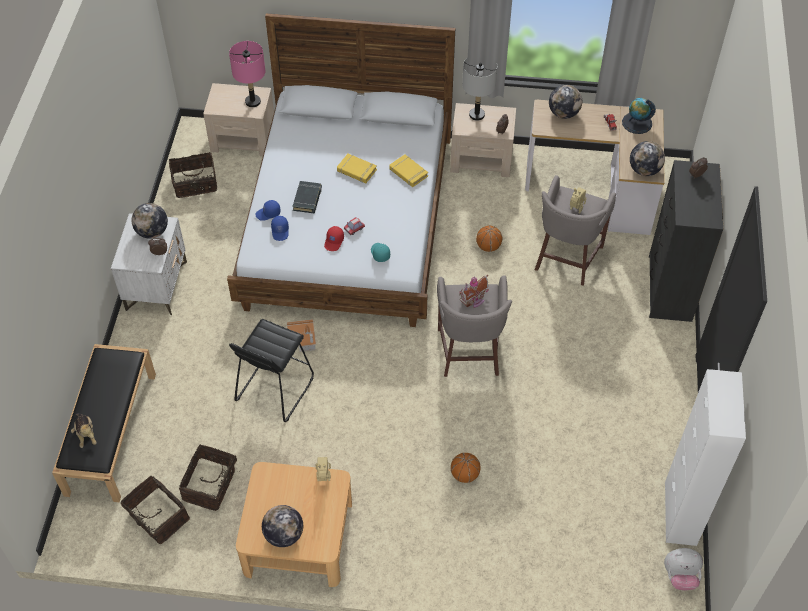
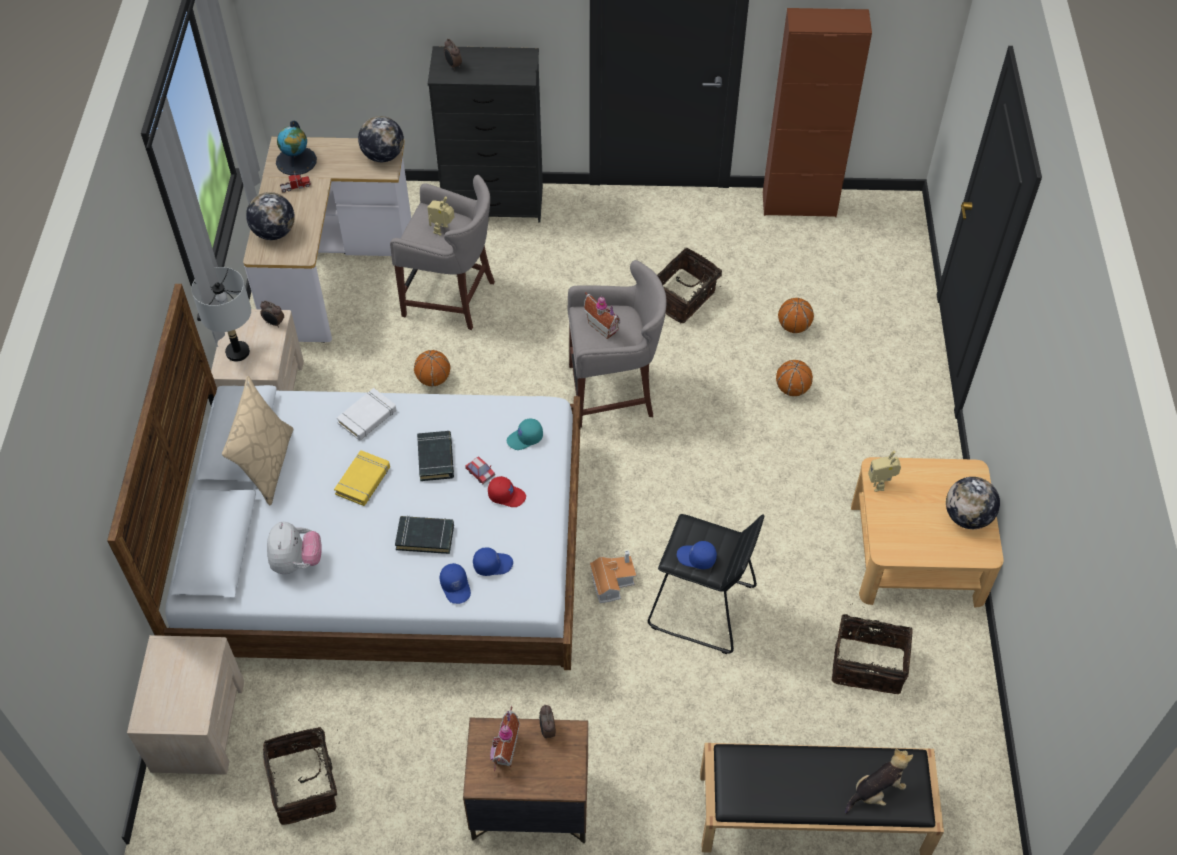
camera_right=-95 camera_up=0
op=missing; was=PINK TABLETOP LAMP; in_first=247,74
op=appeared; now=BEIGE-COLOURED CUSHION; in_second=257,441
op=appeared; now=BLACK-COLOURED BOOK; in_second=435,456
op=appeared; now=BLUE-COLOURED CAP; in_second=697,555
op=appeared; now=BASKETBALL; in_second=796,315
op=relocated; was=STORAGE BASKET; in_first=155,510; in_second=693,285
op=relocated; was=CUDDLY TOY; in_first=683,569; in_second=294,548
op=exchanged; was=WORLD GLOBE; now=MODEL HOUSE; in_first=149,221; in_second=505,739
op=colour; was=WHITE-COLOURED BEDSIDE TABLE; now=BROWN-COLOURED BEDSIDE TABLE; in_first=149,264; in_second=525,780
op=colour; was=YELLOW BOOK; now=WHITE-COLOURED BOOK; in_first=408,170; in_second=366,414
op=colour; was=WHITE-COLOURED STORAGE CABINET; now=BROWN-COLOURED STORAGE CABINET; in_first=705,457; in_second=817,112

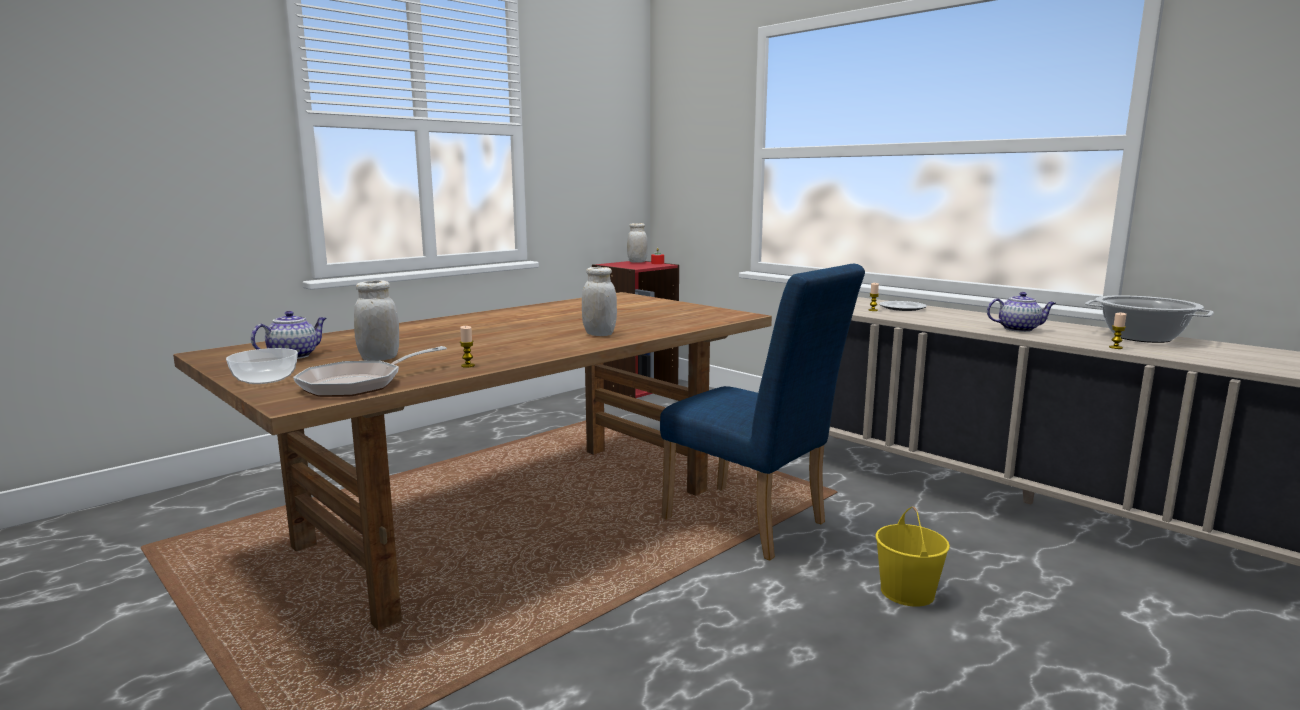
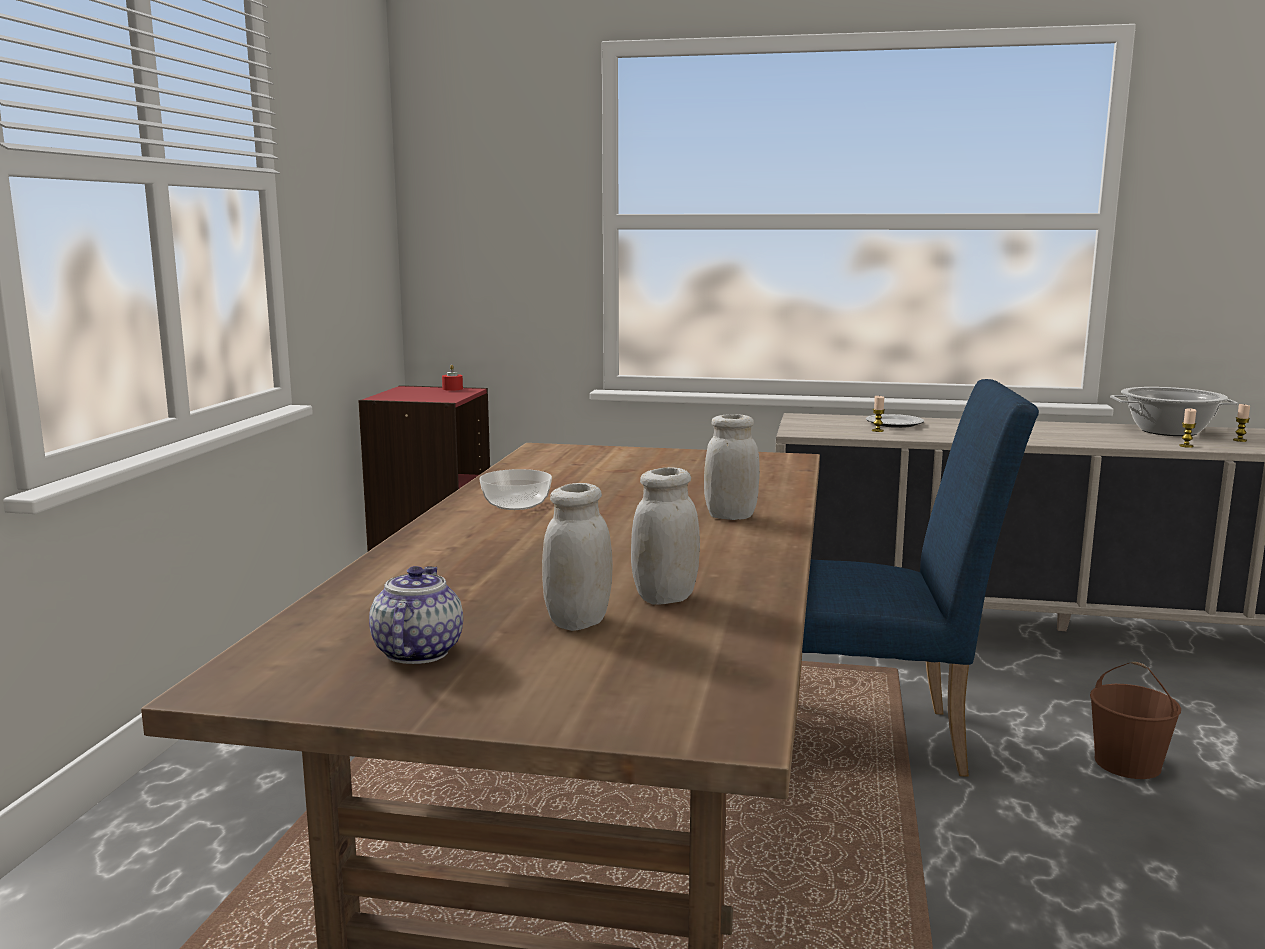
camera_right=-35 camera_up=0
op=missing; was=PAN; in_first=370,371
op=missing; was=TEAPOT; in_first=1021,312
op=relocated; was=DEEP DISH; in_first=262,366; in_second=515,489
op=relocated; was=WAX LIGHT; in_first=467,347; in_second=1241,423
op=relocated; was=WHITE-COLOURED PRESERVE JAR; in_first=637,243; in_second=665,536
op=colour; was=YELLOW BUCKET; now=BROWN-COLOURED BUCKET; in_first=912,556; in_second=1135,720

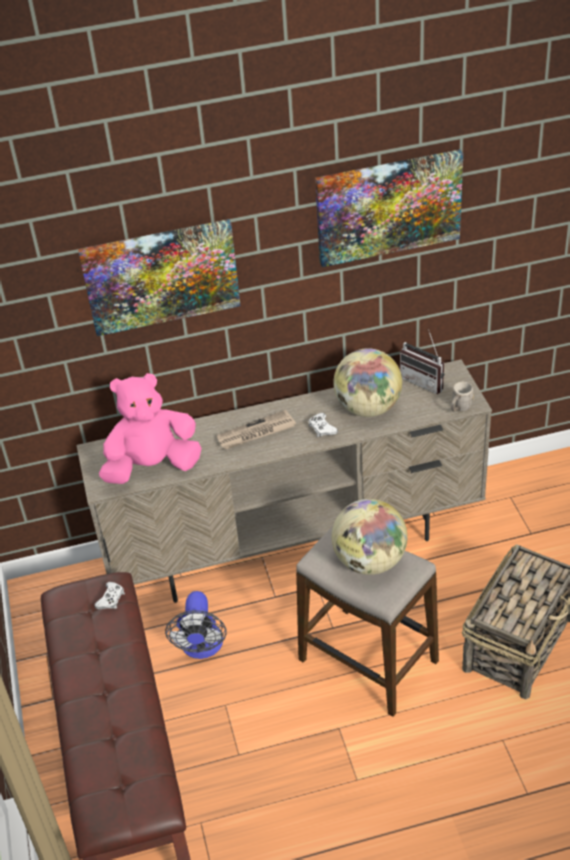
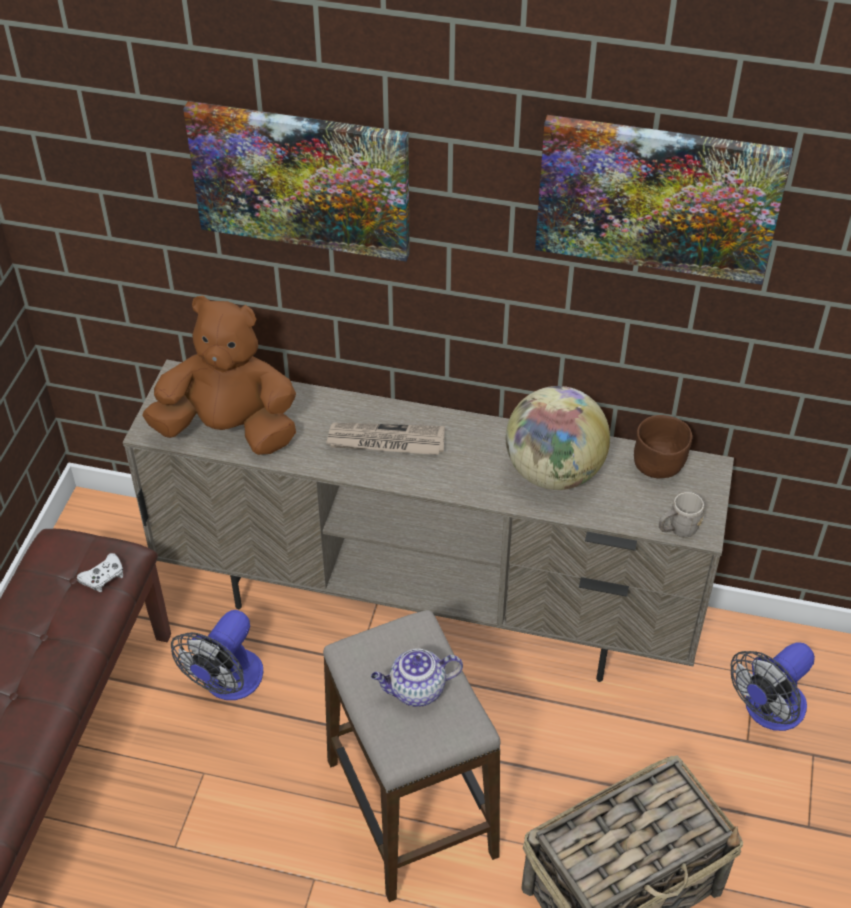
camera_right=25 camera_up=5
op=missing; was=WHITE-COLOURED JOYPAD; in_first=323,425
op=appeared; now=ELECTRIC FAN; in_second=773,686
op=exchanged; was=WORLD GLOBE; now=TEAPOT; in_first=370,537; in_second=417,678
op=exchanged; was=RADIO RECEIVER; now=BROWN-COLOURED DEEP DISH; in_first=422,362; in_second=663,446
op=colour; was=PINK CUDDLY TOY; now=BROWN-COLOURED CUDDLY TOY; in_first=150,428; in_second=219,375

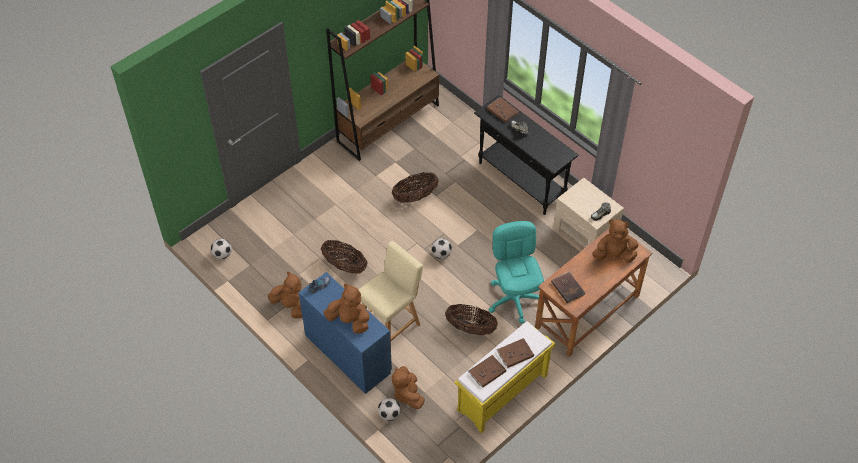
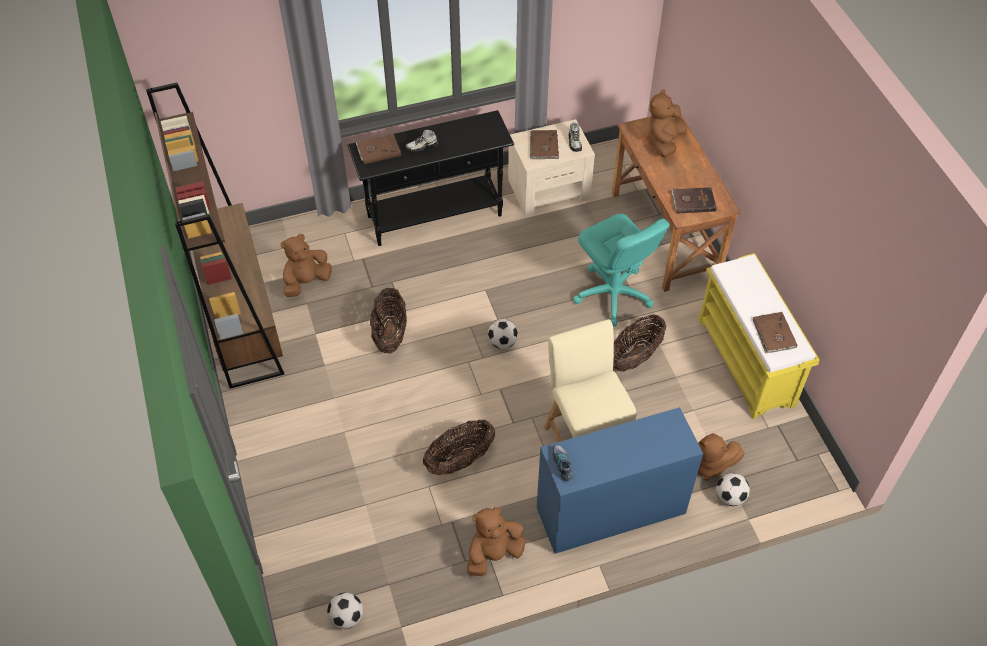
camera_right=-65 camera_up=0
op=relocated; was=BROWN-COLOURED CUDDLY TOY; in_first=346,309; in_second=306,265
op=relocated; was=BROWN-COLOURED BOOK; in_first=515,353; in_second=544,144
op=spun; was=TURQUOISE-COLOURED OFFICE CHAIR; in_first=516,272; in_second=621,270; clockwise=-135

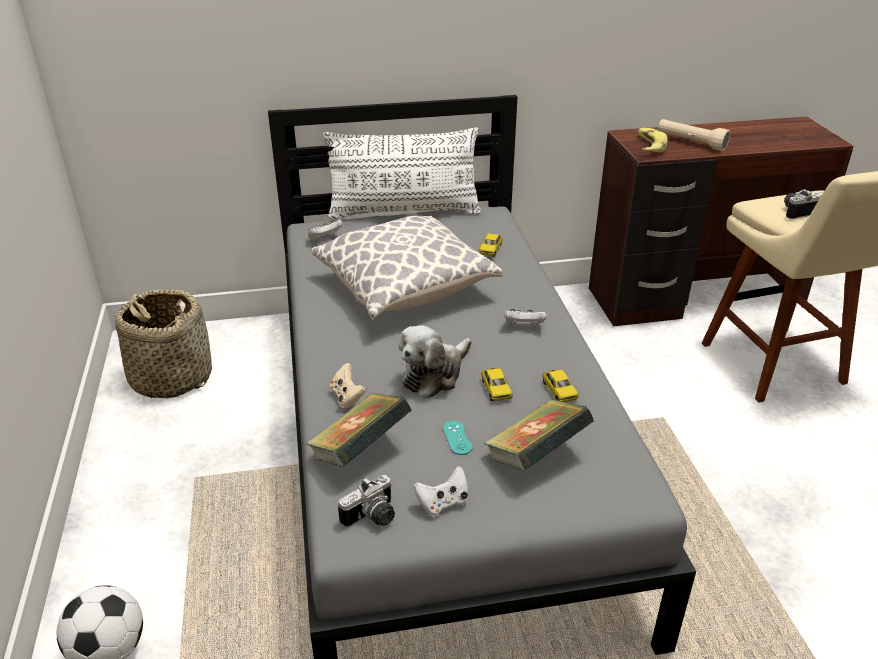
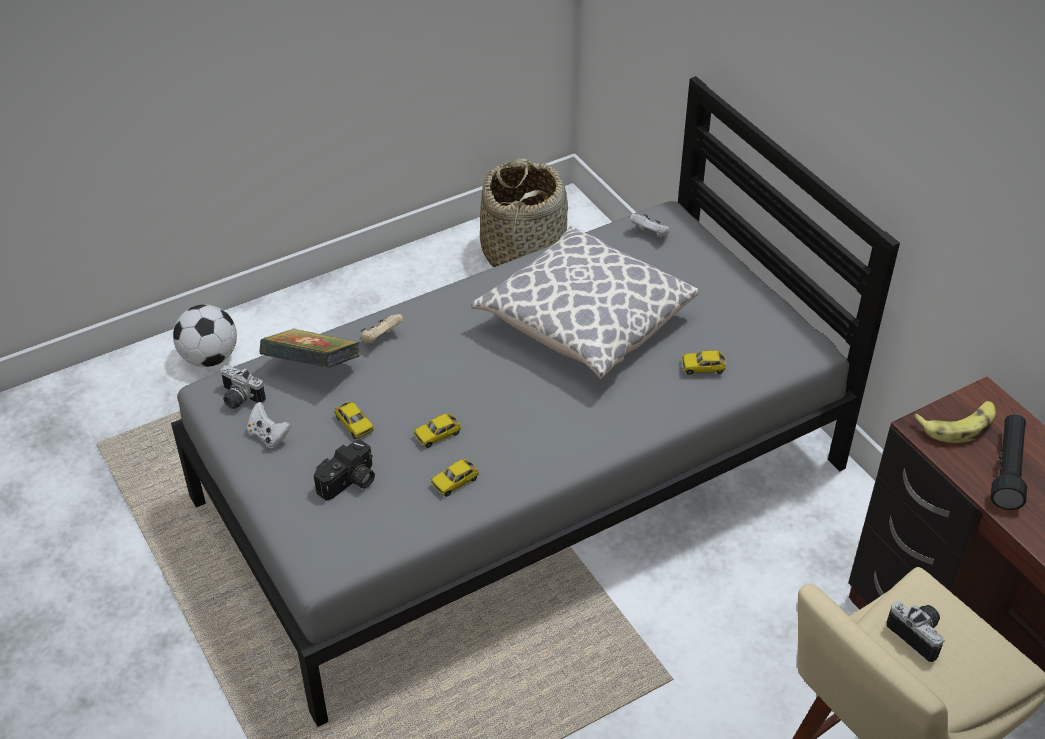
camera_right=70 camera_up=10
op=missing; was=WHITE-COLOURED CUSHION; in_first=402,174
op=missing; was=CUDDLY TOY; in_first=434,361
op=missing; was=WHITE-COLOURED JOYPAD; in_first=525,317
op=exchanged; was=TURQUOISE-COLOURED JOYPAD; now=MINIATURE CAR; in_first=458,438; in_second=354,420
op=exchanged; was=BOOK; now=PHOTO CAMERA; in_first=539,435; in_second=344,470
op=colour; was=BEIGE-COLOURED TORCH; now=BLACK-COLOURED TORCH; in_first=694,135; in_second=1008,462

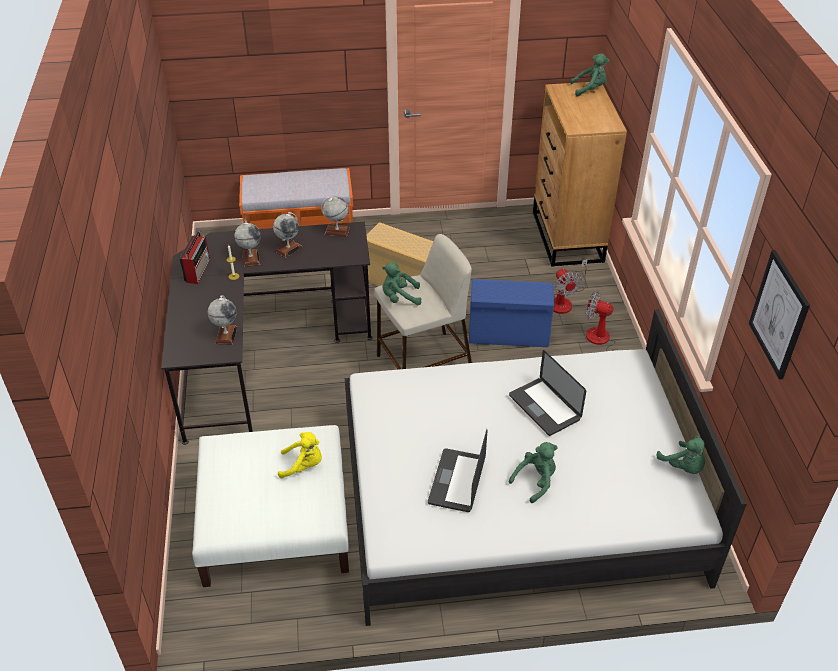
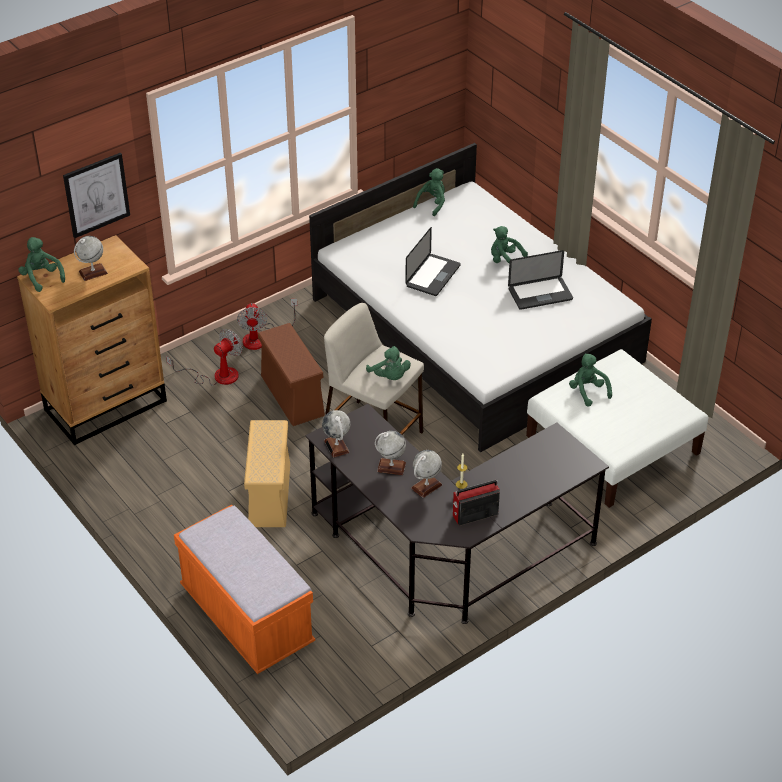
camera_right=-120 camera_up=0
op=relocated; was=WORLD GLOBE; in_first=222,320; in_second=91,258
op=relocated; was=WALL PICTURE; in_first=779,315; in_second=96,195
op=colour; was=YELLOW CUDDLY TOY; now=GREEN-COLOURED CUDDLY TOY; in_first=300,455; in_second=590,380
op=colour; was=BLUE-COLOURED STORAGE BIN; now=BROWN-COLOURED STORAGE BIN; in_first=511,313; in_second=291,374

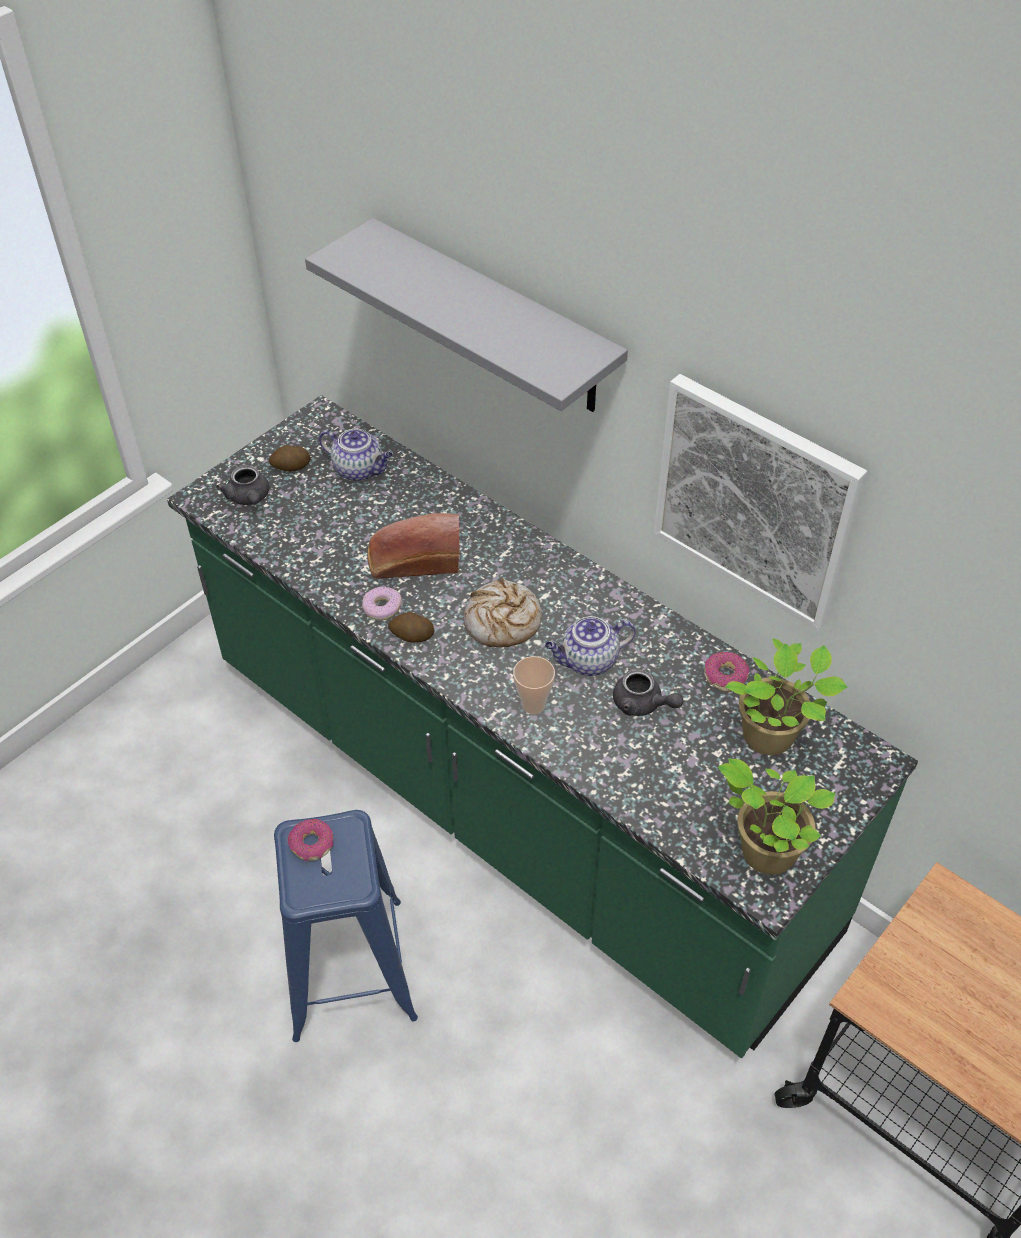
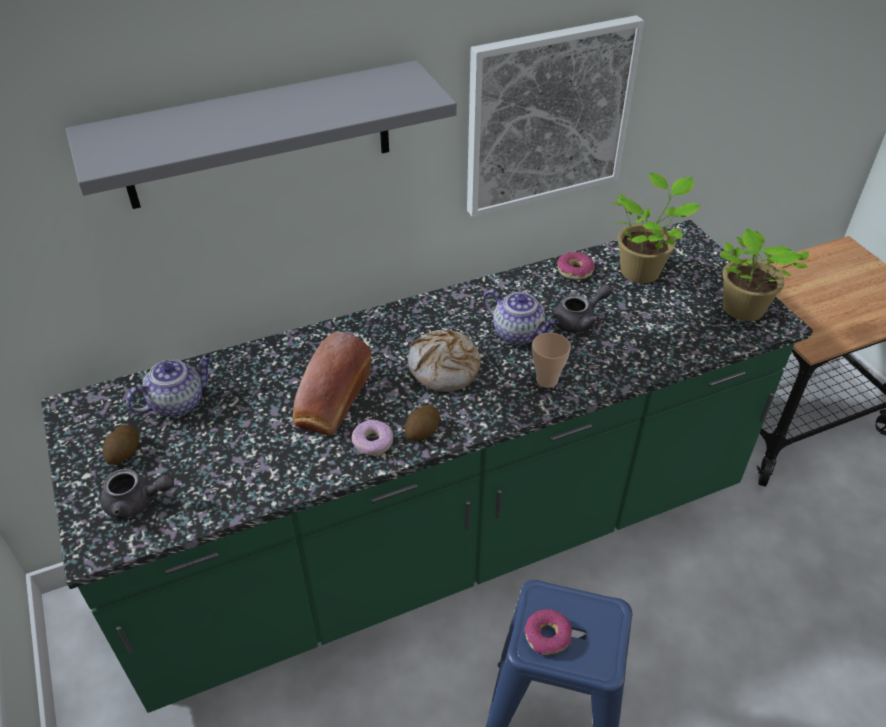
camera_right=-65 camera_up=-5
op=spun; was=TEAPOT; in_first=590,646; in_second=520,317; clockwise=-60

